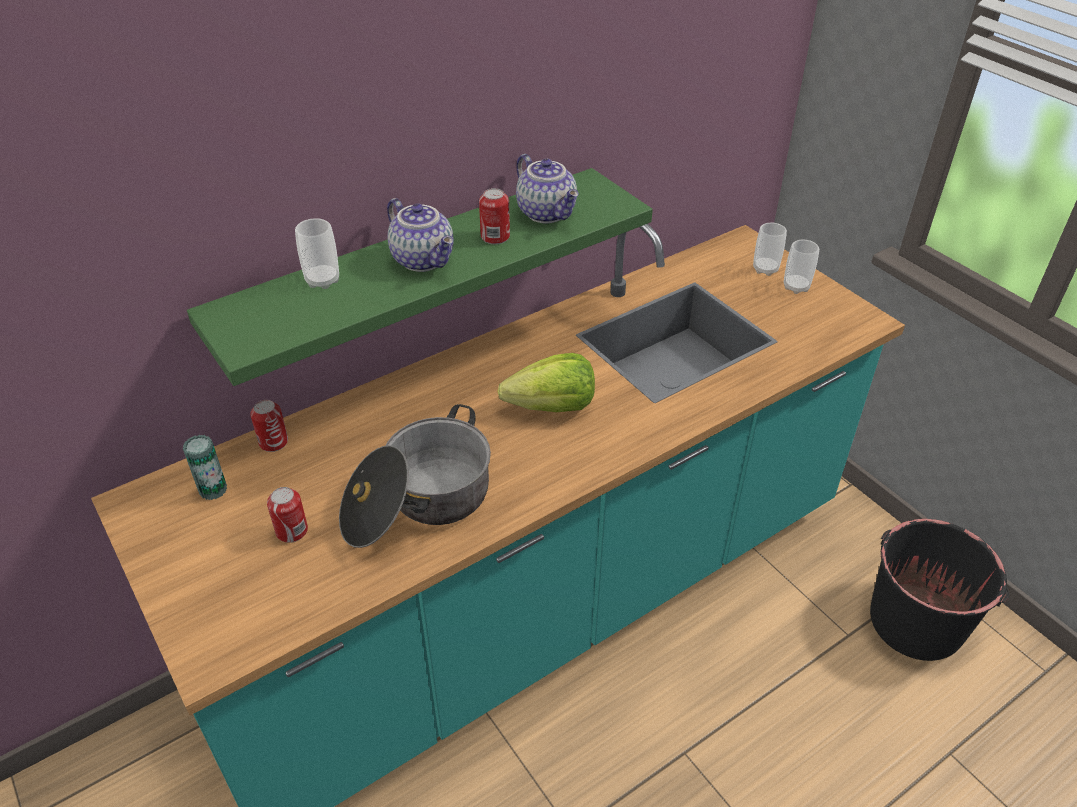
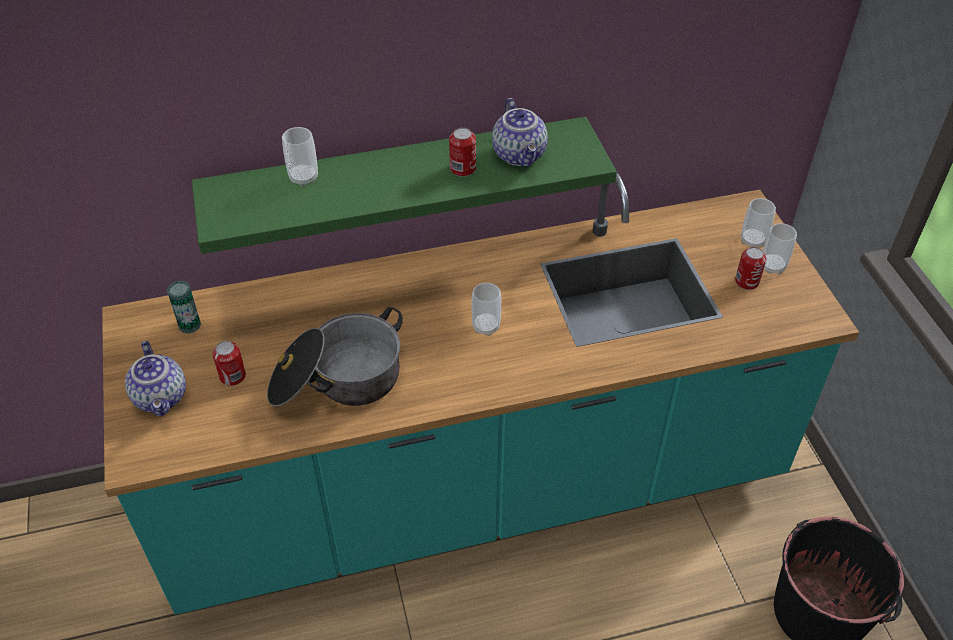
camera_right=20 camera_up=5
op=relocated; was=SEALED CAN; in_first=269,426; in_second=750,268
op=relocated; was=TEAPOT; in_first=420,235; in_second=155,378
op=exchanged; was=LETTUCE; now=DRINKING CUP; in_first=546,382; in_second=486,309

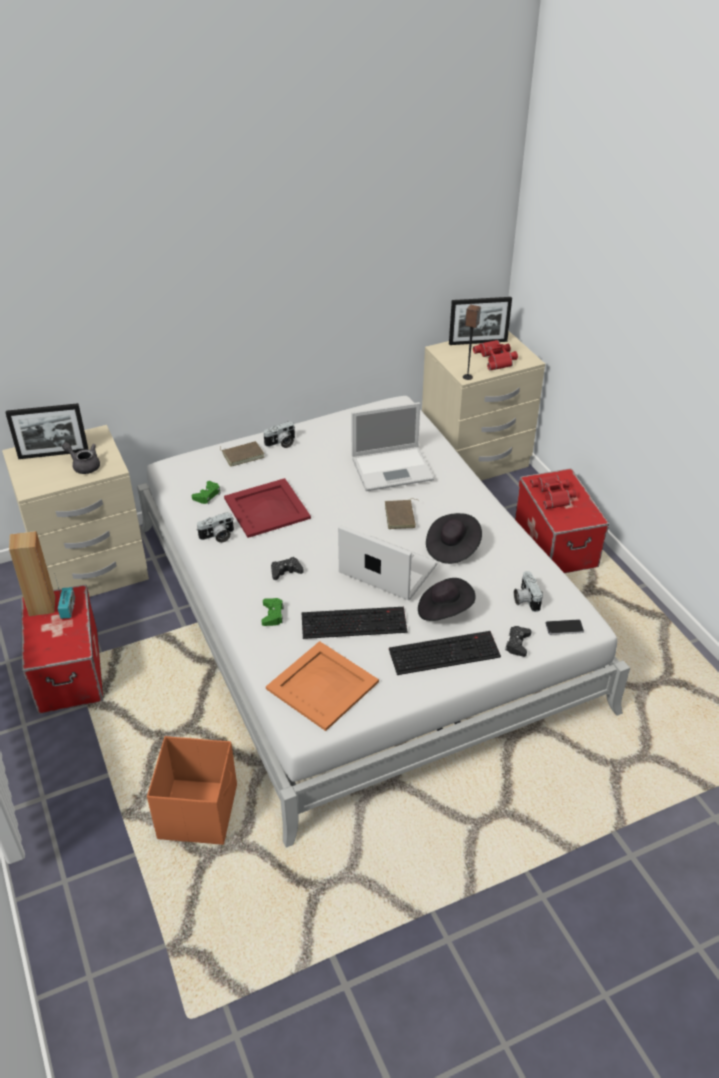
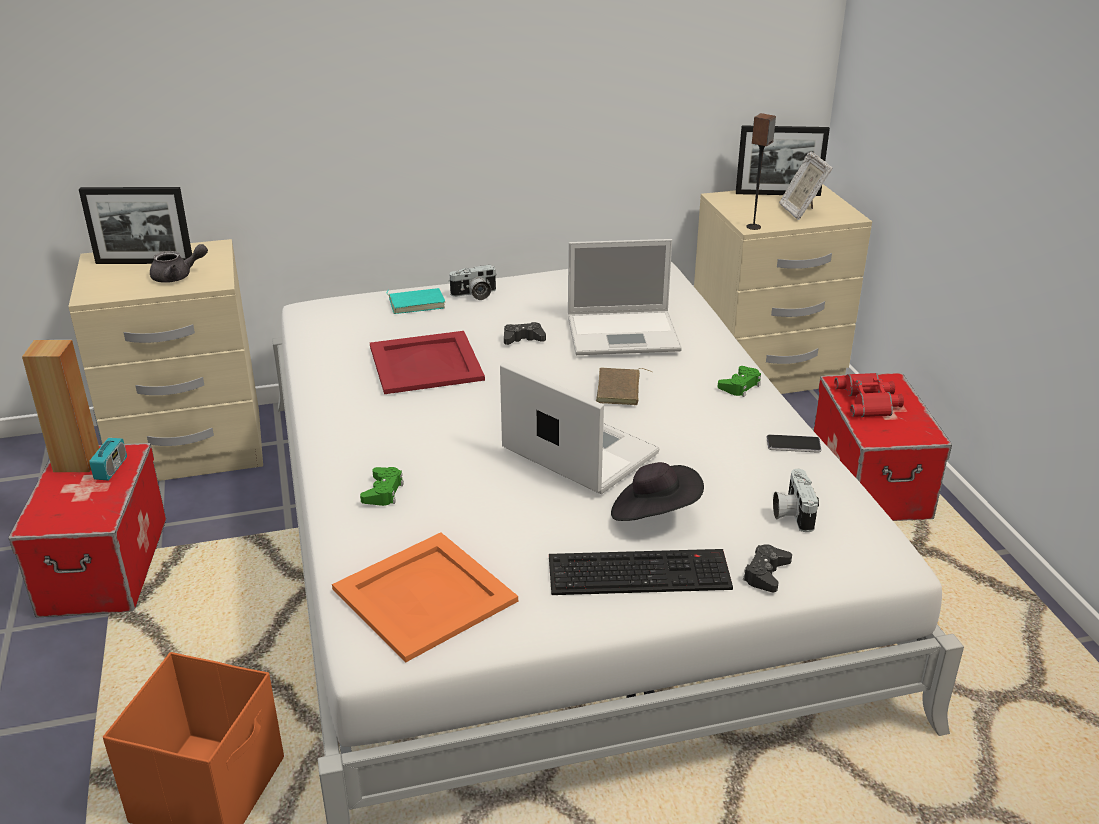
camera_right=10 camera_up=-10
op=missing; was=PHOTO CAMERA; in_first=215,527
op=missing; was=KEYBOARD; in_first=354,623
op=missing; was=BLACK-COLOURED HAT; in_first=454,538
op=relocated; was=GREEN-COLOURED JOYPAD; in_first=206,492; in_second=739,381
op=relocated; was=BLACK-COLOURED JOYPAD; in_first=287,568; in_second=525,333
op=relocated; was=PHONE; in_first=564,627; in_second=794,443
op=exchanged; was=RED-COLOURED BINOCULARS; now=PHOTO FRAME; in_first=495,355; in_second=805,186
op=colour; was=BROWN-COLOURED BOOK; now=TURQUOISE-COLOURED BOOK; in_first=242,454; in_second=416,301
op=spun; was=GREY TEAPOT; in_first=81,458; in_second=179,263; clockwise=120

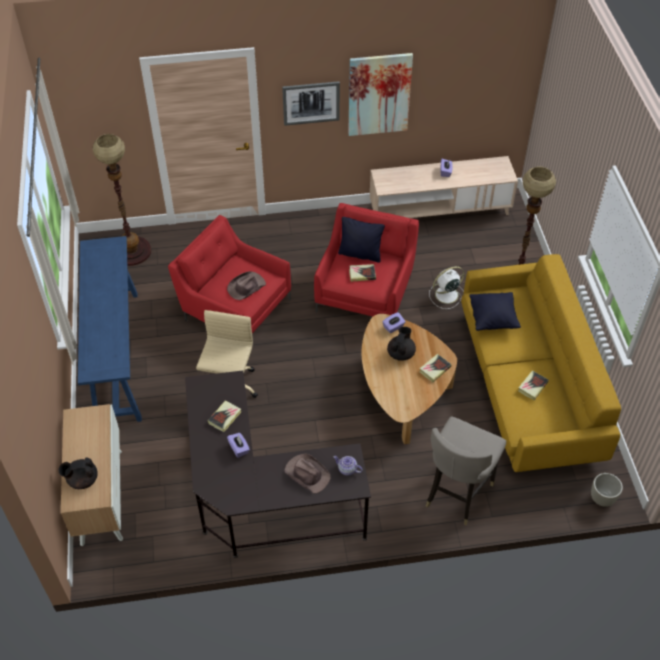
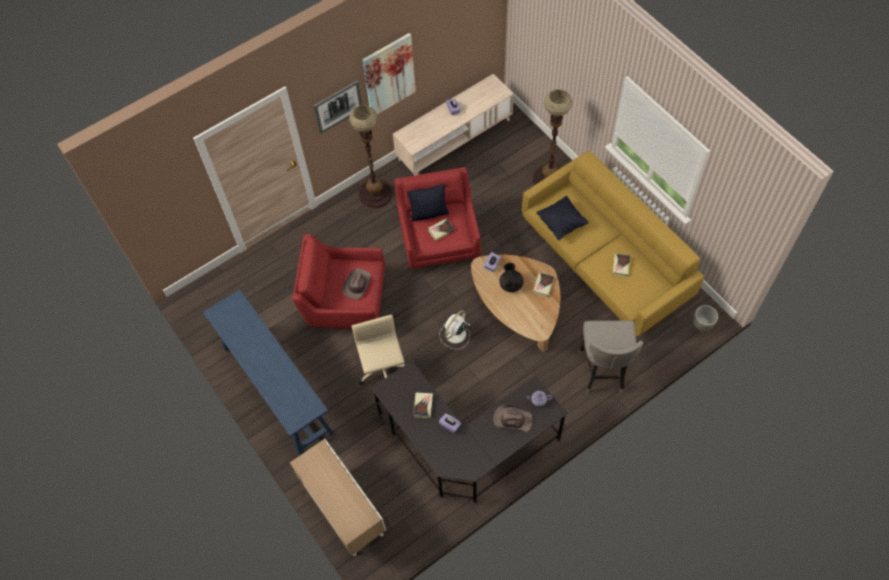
camera_right=-25 camera_up=10
op=missing; was=BLACK-COLOURED TEAPOT; in_first=78,473
op=relocated; was=FLOOR LAMP; in_first=121,200; in_second=371,156
op=relocated; was=WHITE-COLOURED ELECTRIC FAN; in_first=447,287; in_second=455,329

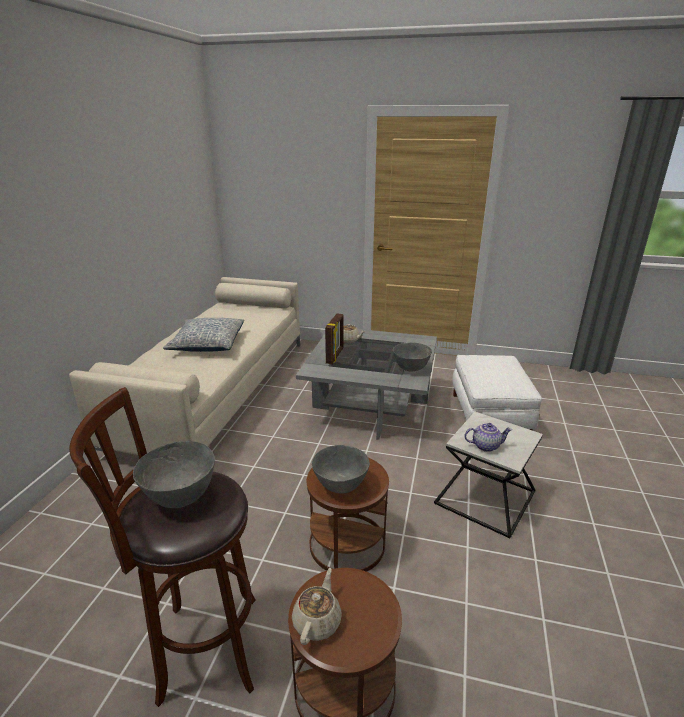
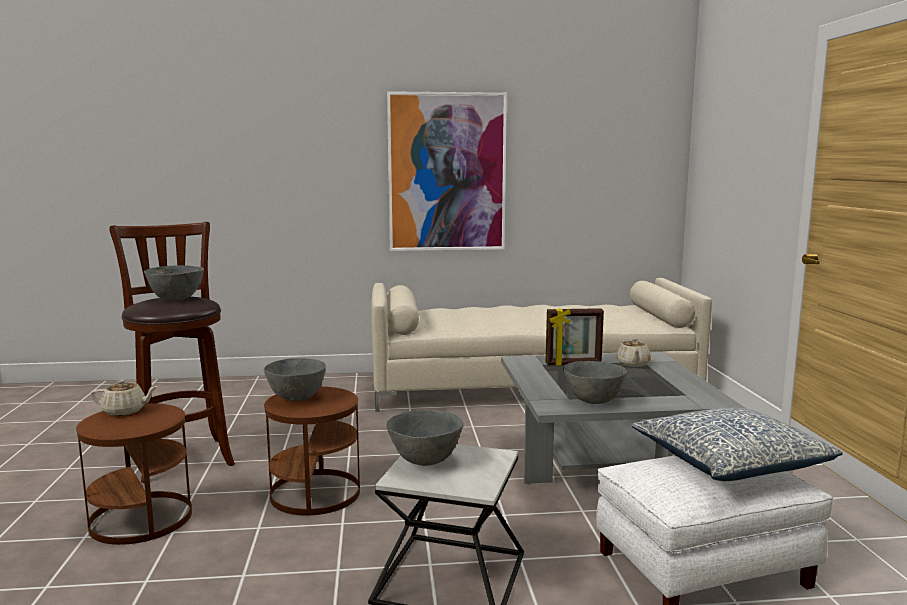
camera_right=70 camera_up=-15
op=appeared; now=WALL PICTURE; in_second=447,171
op=relocated; was=CUSHION; in_first=203,335; in_second=737,444
op=exchanged; was=TEAPOT; now=GREY DEEP DISH; in_first=488,437; in_second=424,438

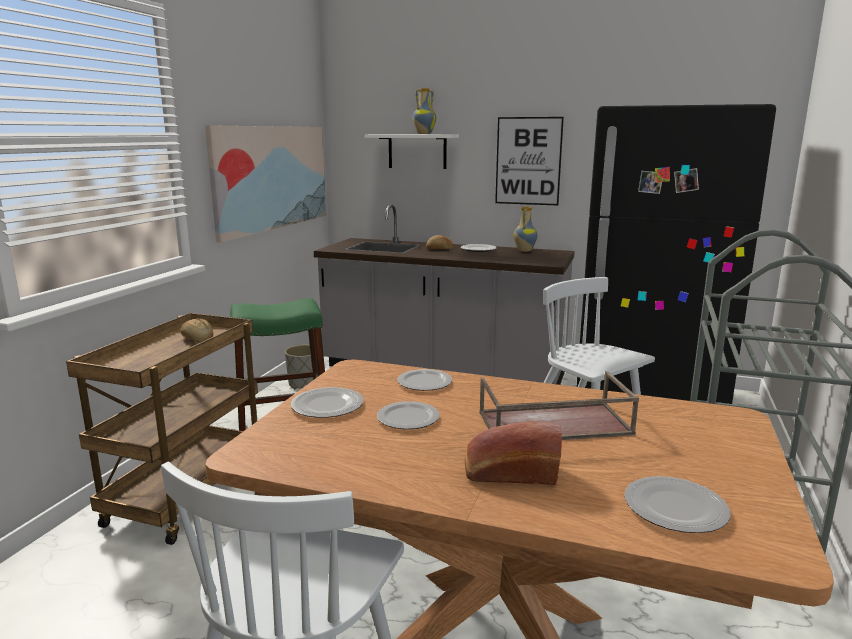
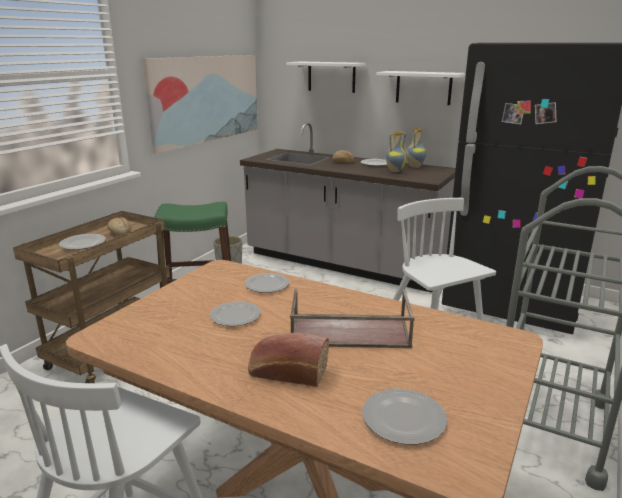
camera_right=10 camera_up=5
op=relocated; was=FLAT DISH; in_first=327,402; in_second=82,242
op=relocated; was=FLOWER VASE; in_first=424,111; in_second=396,151
op=exchanged; was=WALL PICTURE; now=WHITE-COLOURED BRACKET SHELF; in_first=529,161; in_second=420,88

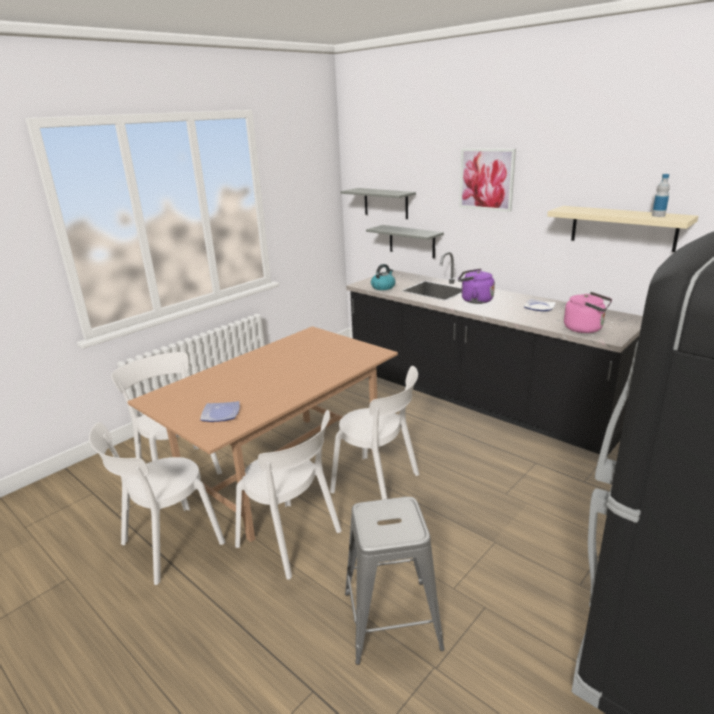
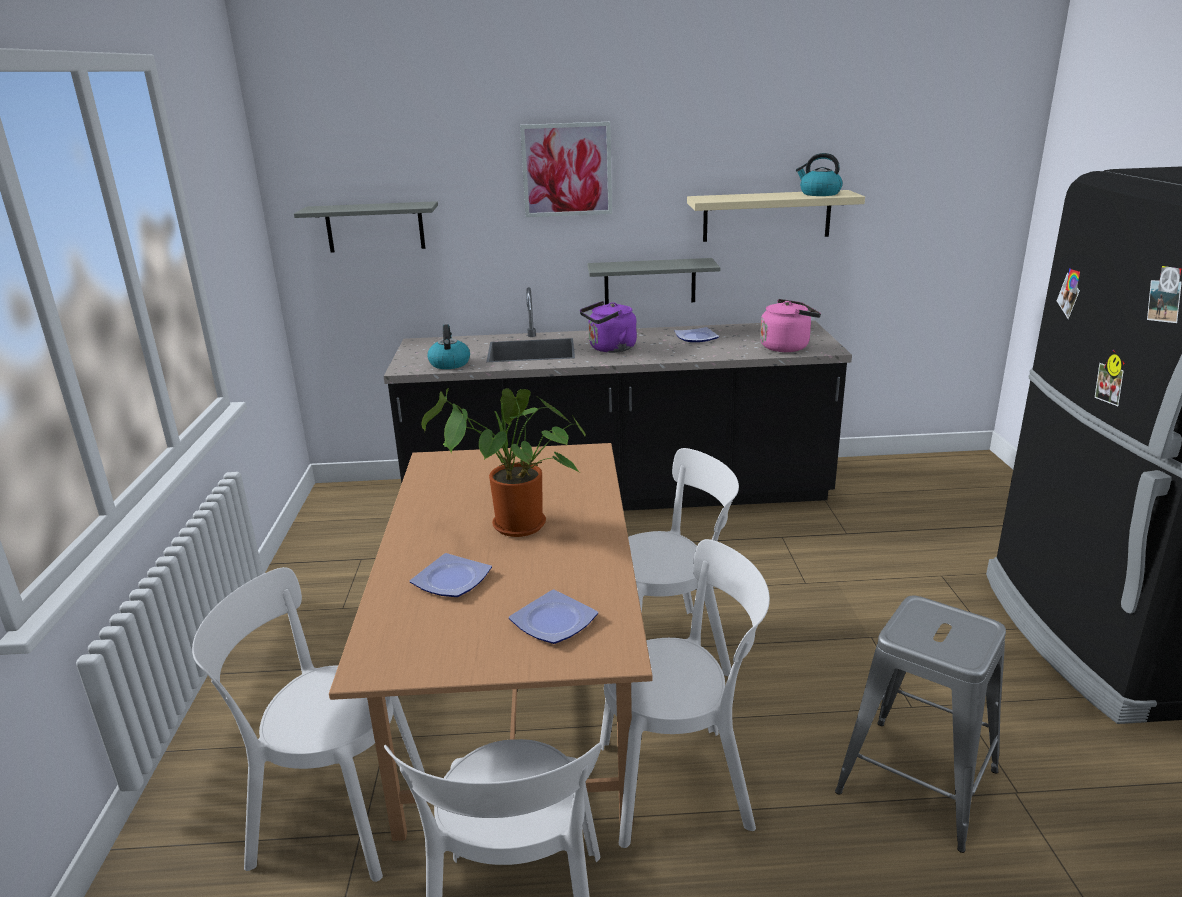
camera_right=-45 camera_up=0
op=appeared; now=FLAT DISH; in_second=451,575
op=appeared; now=HOUSEPLANT; in_second=503,462
op=relocated; was=GREY BRACKET SHELF; in_first=405,242; in_second=653,281
op=exchanged; was=BEVERAGE BOTTLE; now=WATER KETTLE; in_first=661,195; in_second=819,174

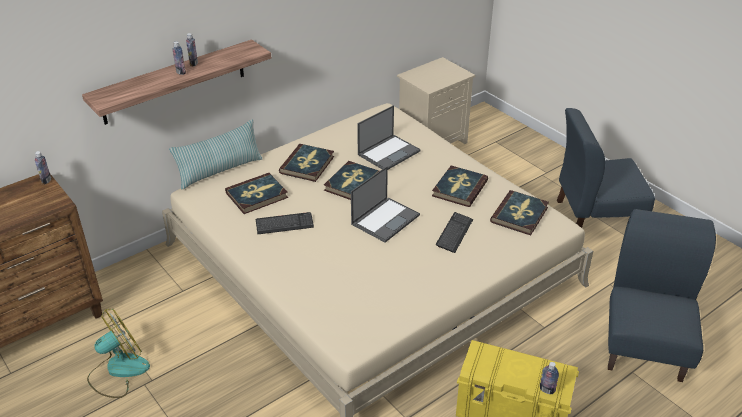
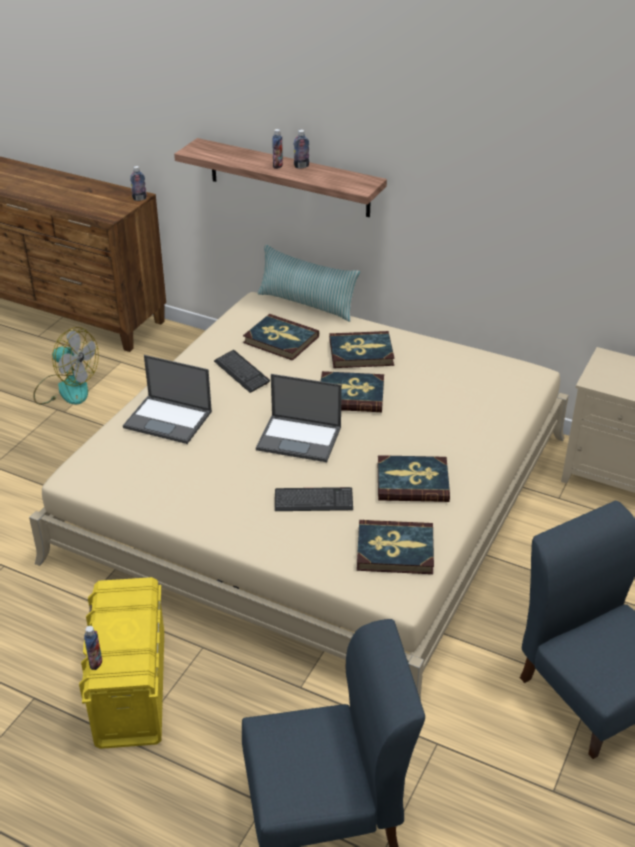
camera_right=65 camera_up=0
op=relocated; was=NOTEBOOK COMPUTER; in_first=389,137; in_second=167,399

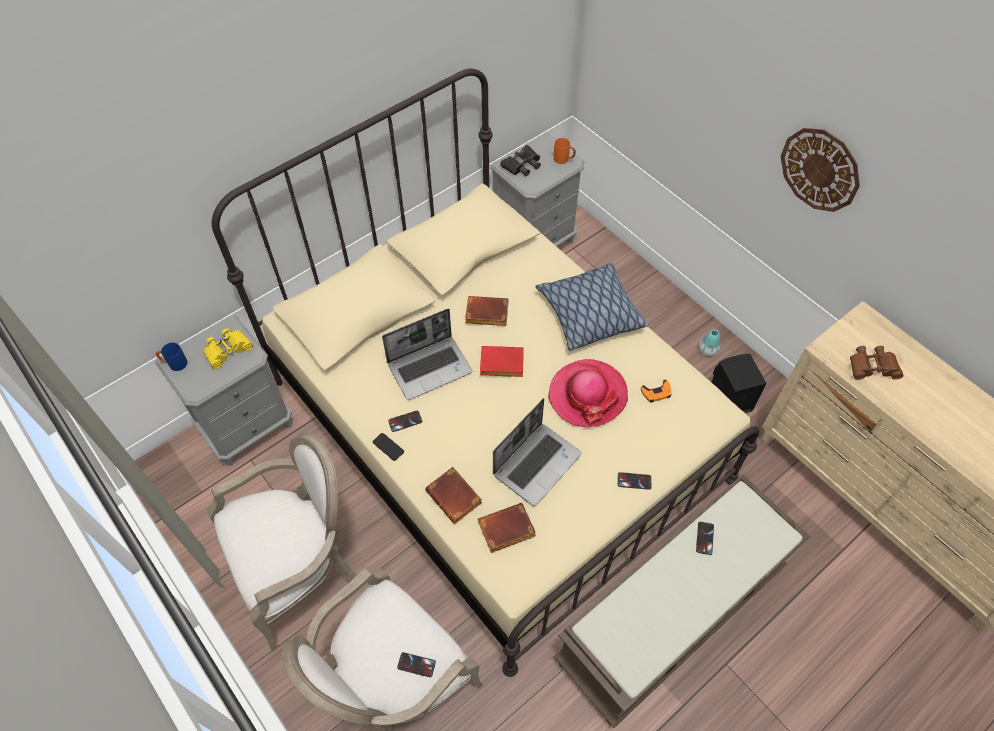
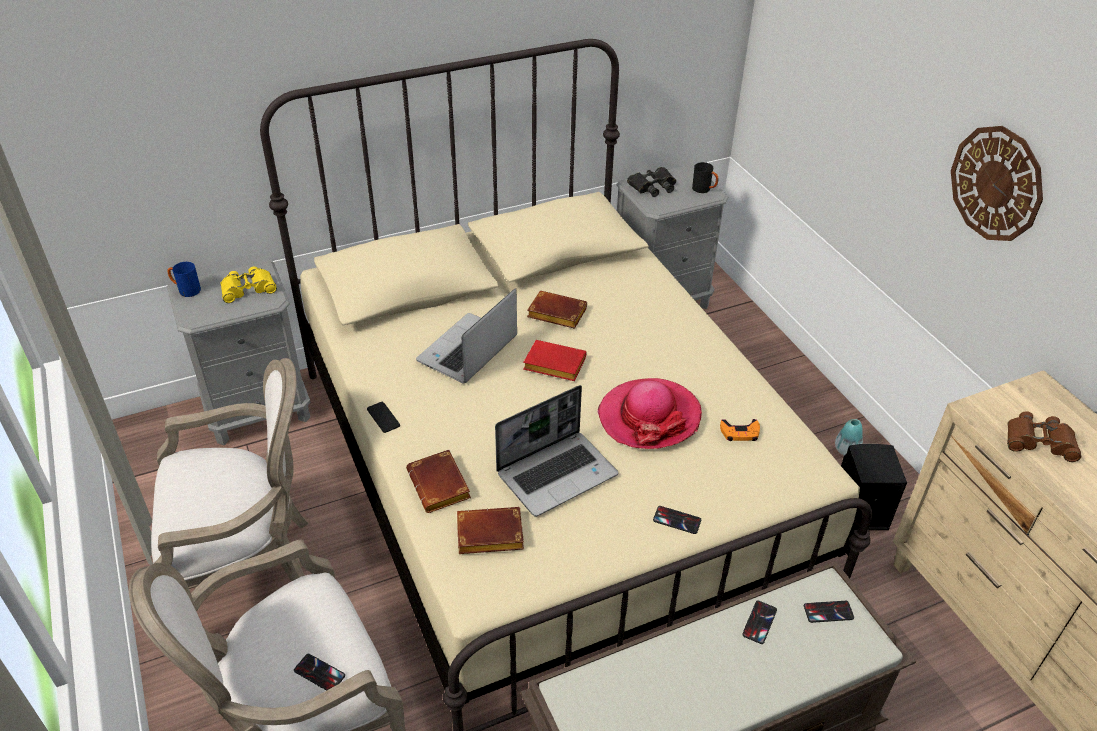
camera_right=15 camera_up=-15
op=missing; was=CUSHION; in_first=591,306
op=relocated; was=PHONE; in_first=405,421; in_second=829,612
op=colour; was=ORANGE-COLOURED COFFEE MUG; now=BLACK-COLOURED COFFEE MUG; in_first=565,151; in_second=705,177
op=spun; was=NOTEBOOK COMPUTER; in_first=427,354; in_second=466,335; clockwise=135

